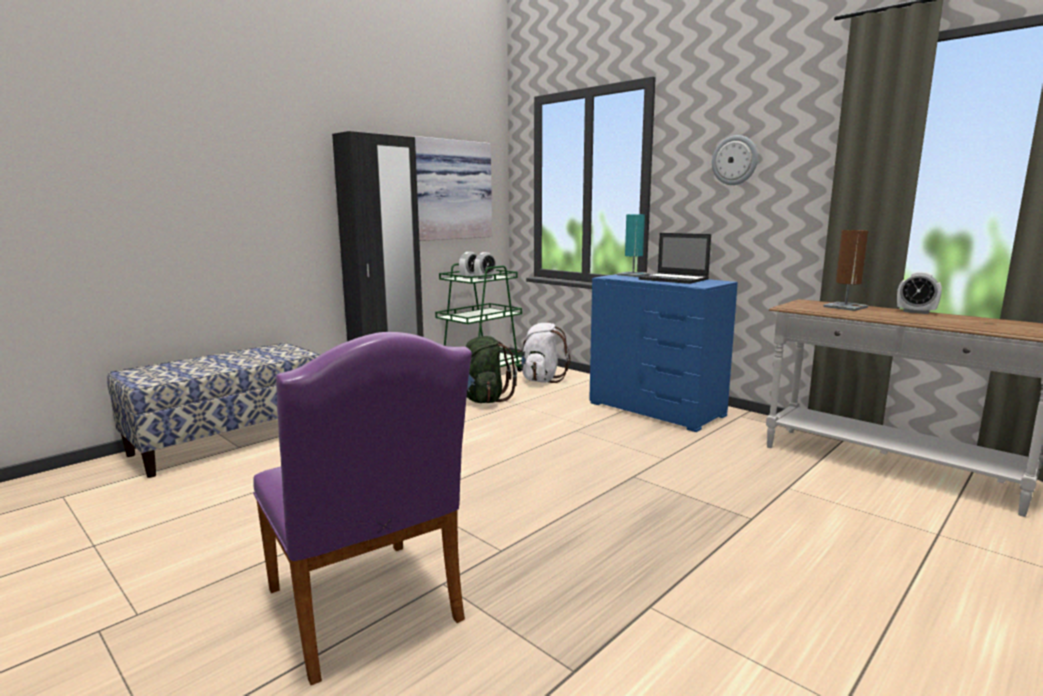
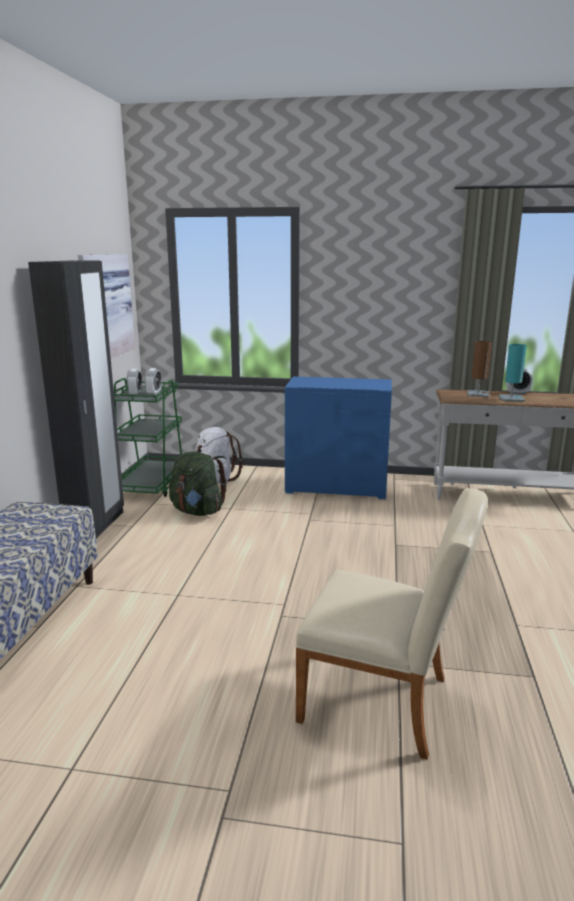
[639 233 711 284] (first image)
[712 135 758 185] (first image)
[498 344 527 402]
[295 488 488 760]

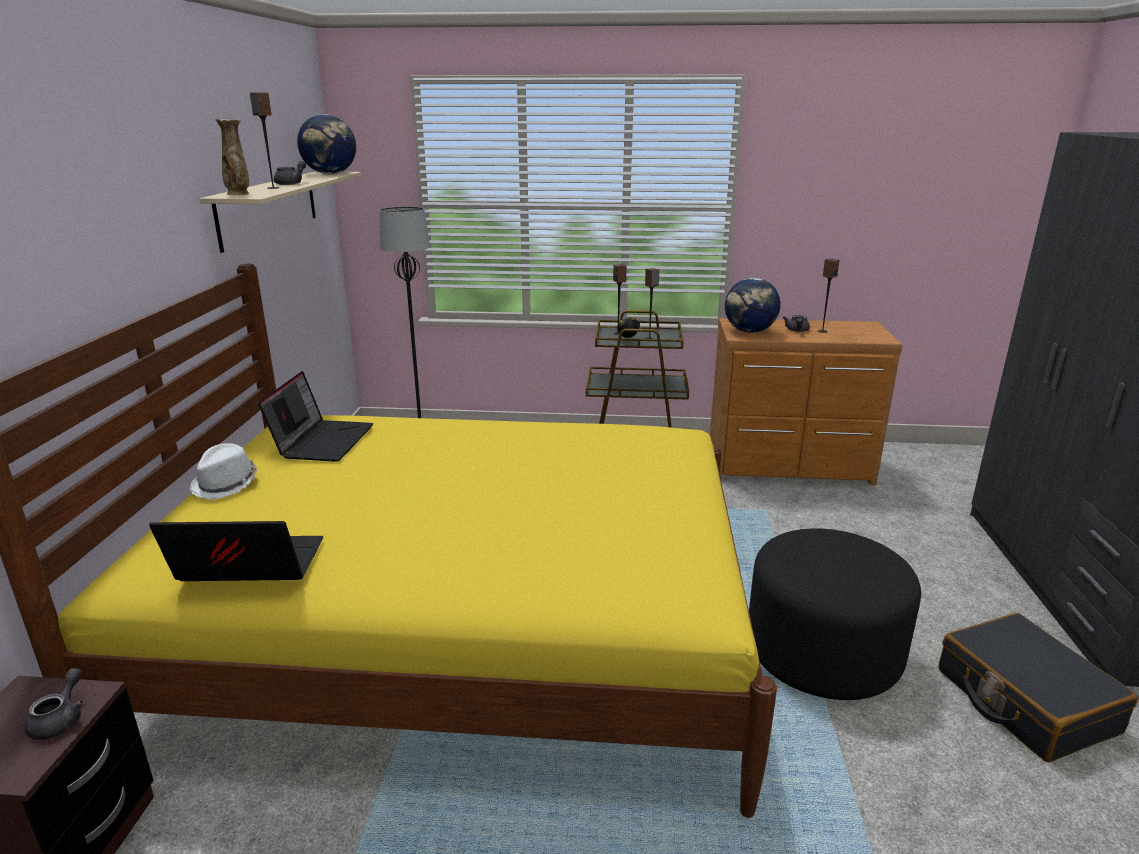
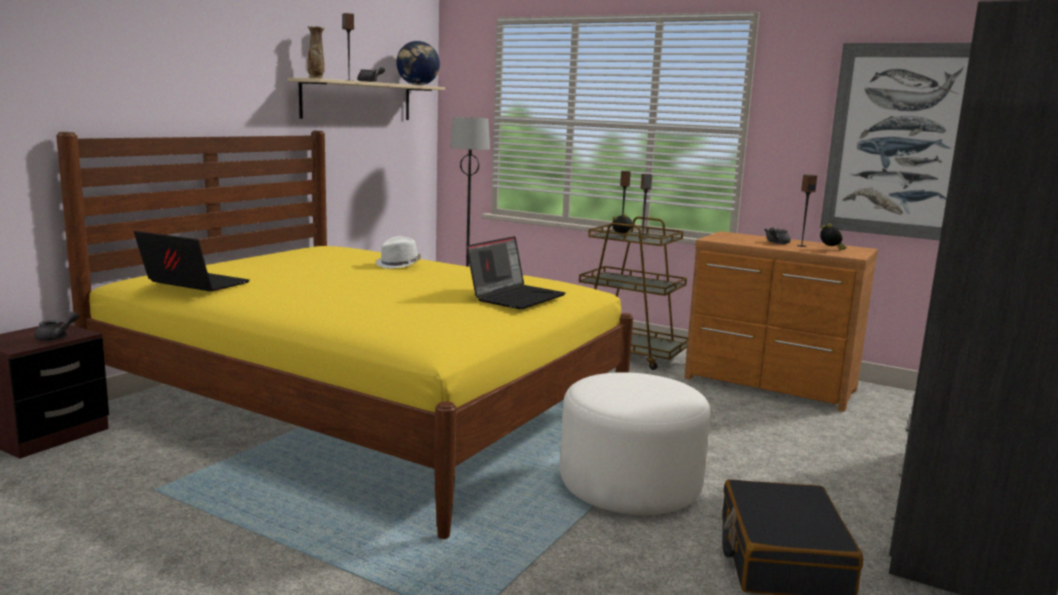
[725 278 781 333] (first image)
[820 43 971 241]
[820 223 847 250]
[376 236 421 269]
[466 236 565 310]
[560 372 711 515]

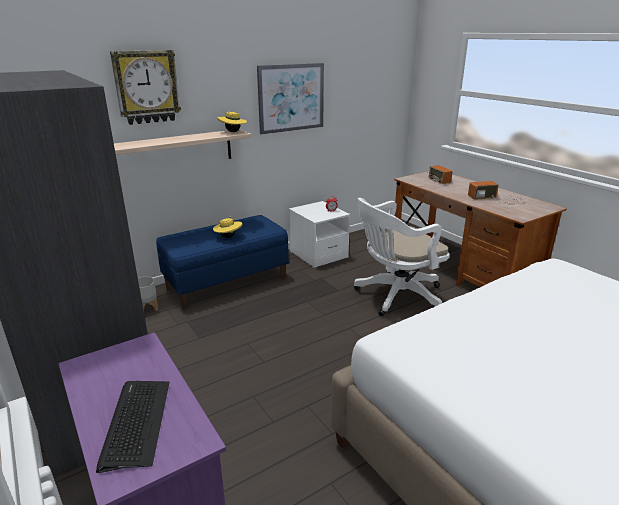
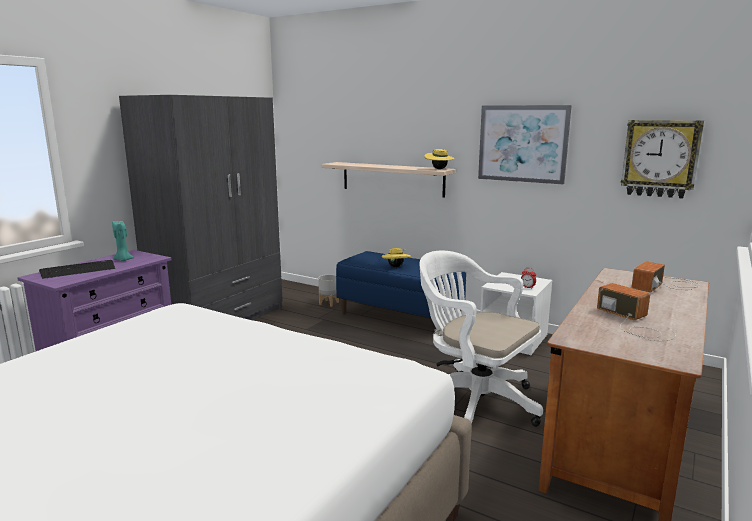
[112 221 134 261]
[621 120 704 199]

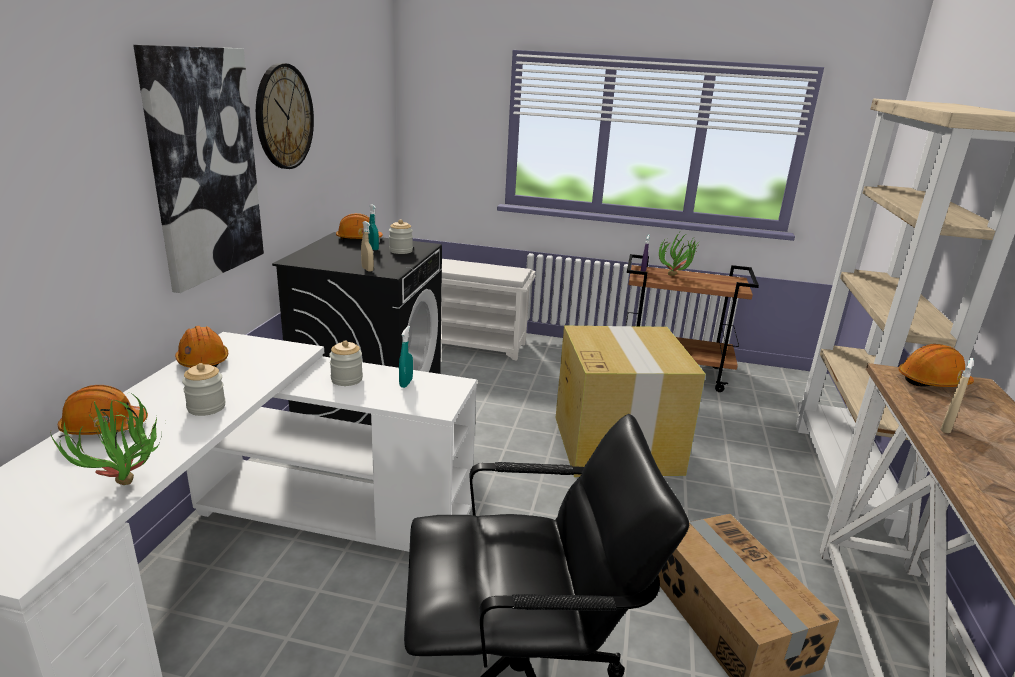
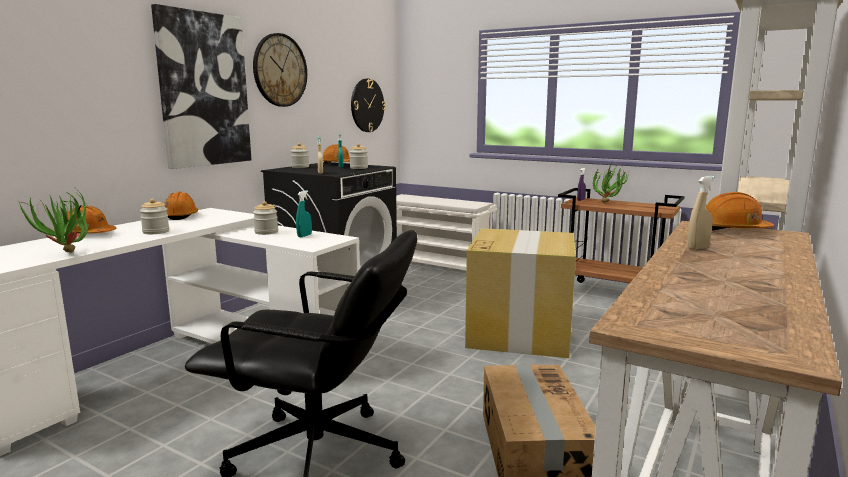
[291 143 309 168]
[351 79 386 132]

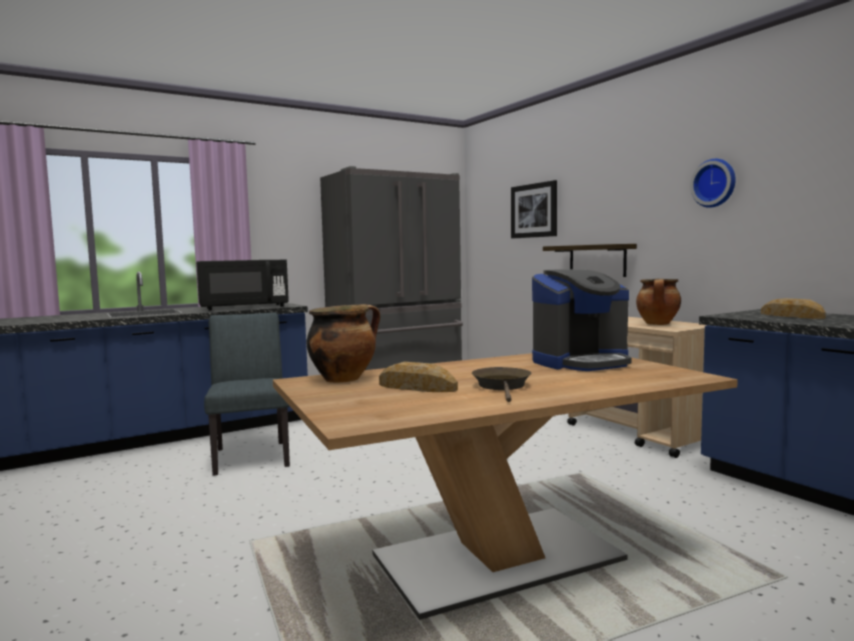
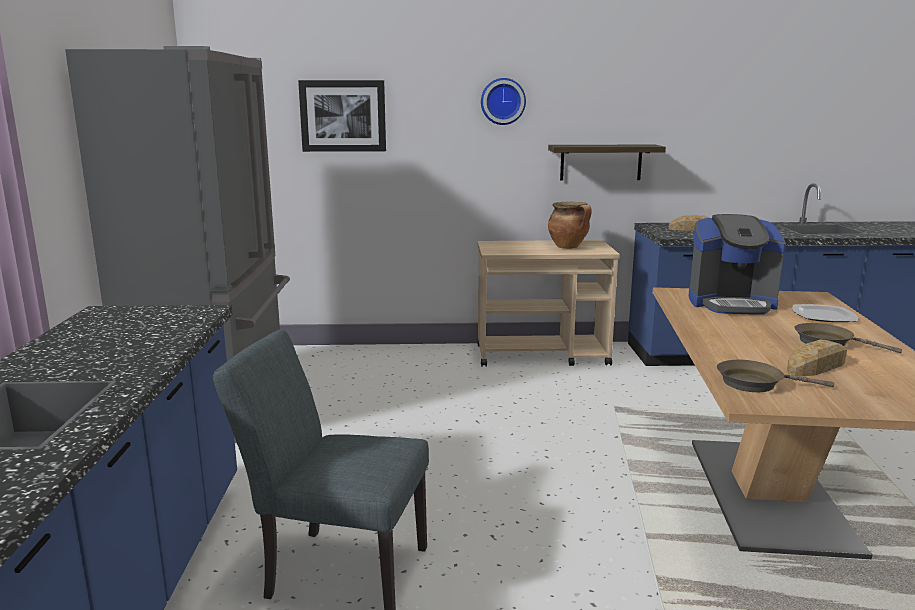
[196 259 289 310] (first image)
[792 304 858 322]
[548 145 666 180]
[481 78 526 125]
[717 360 834 392]
[689 214 786 315]

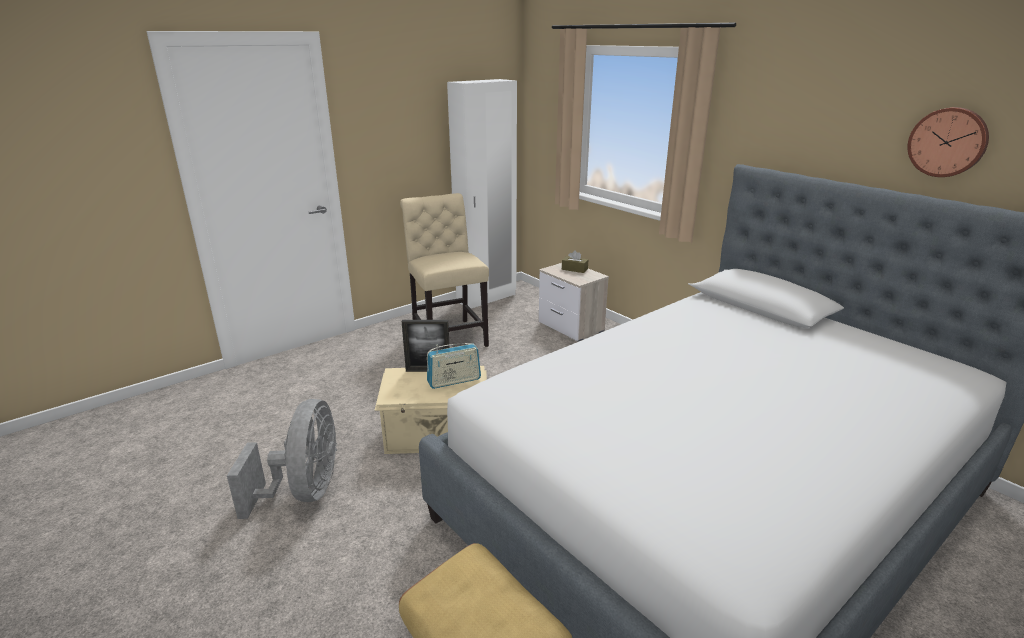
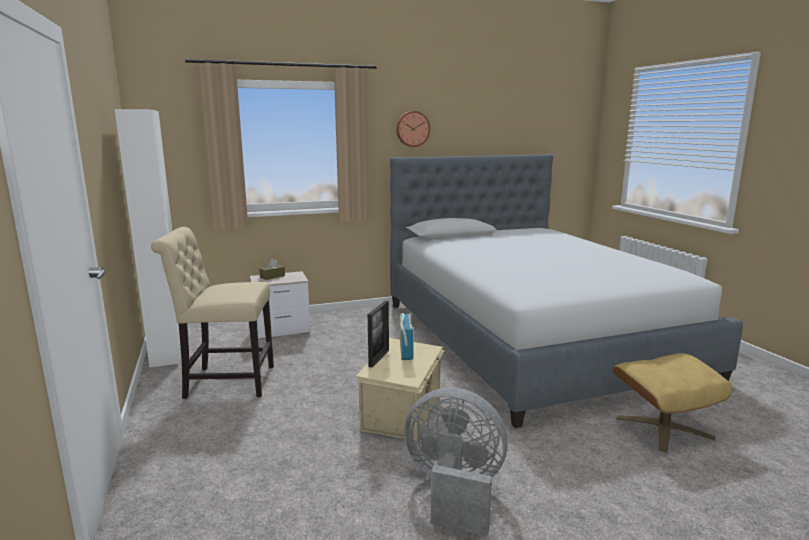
[396 111 430 147]

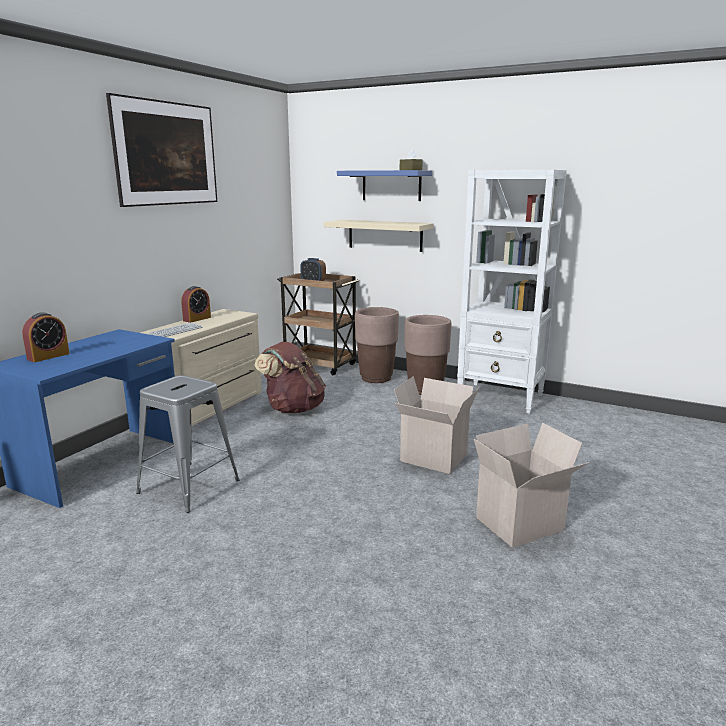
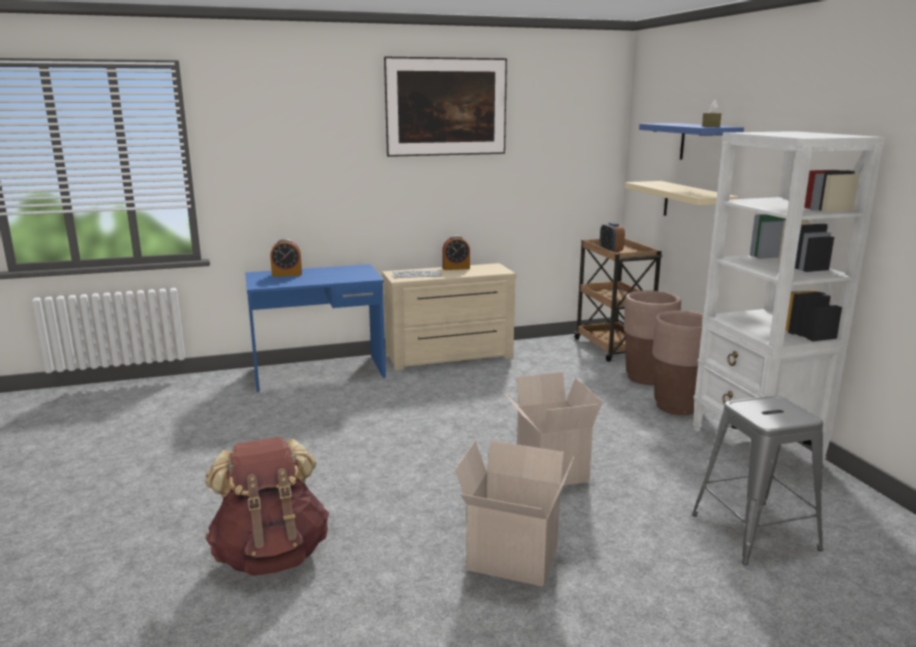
[692 396 823 565]
[205 437 329 576]

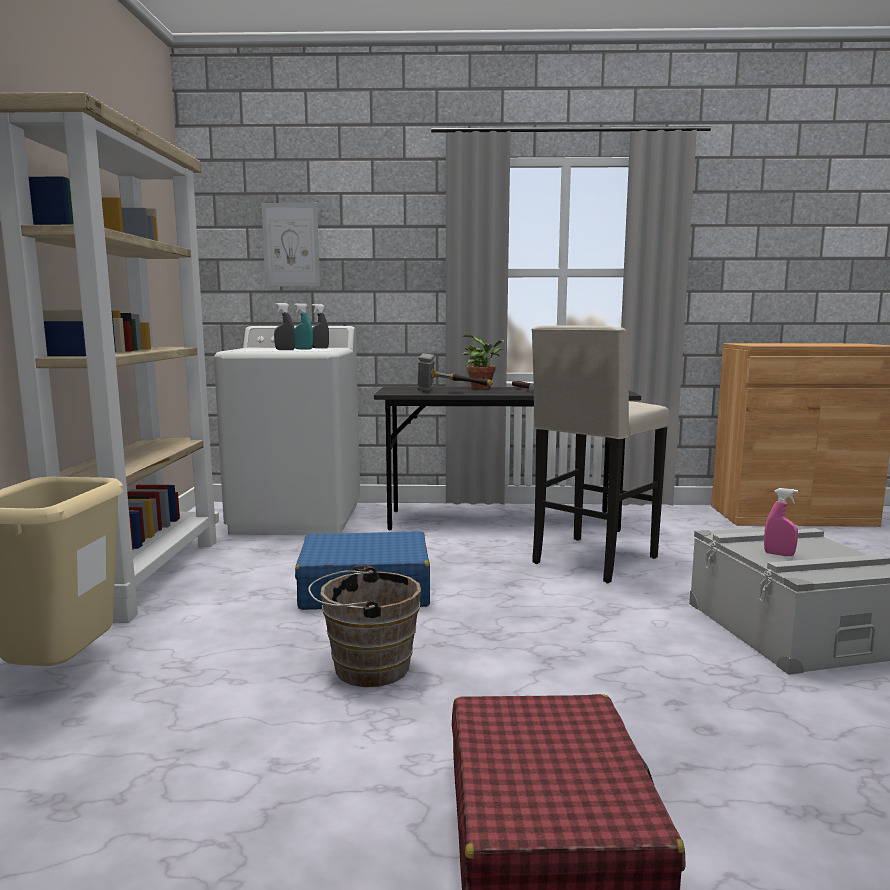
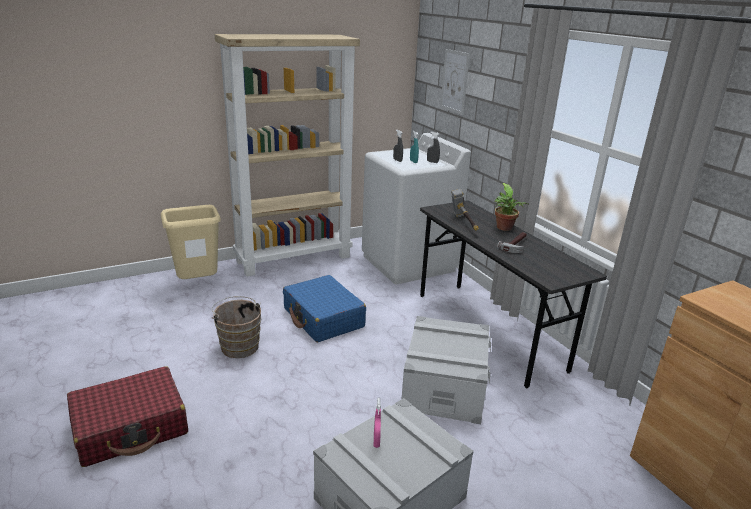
[402 316 491 424]

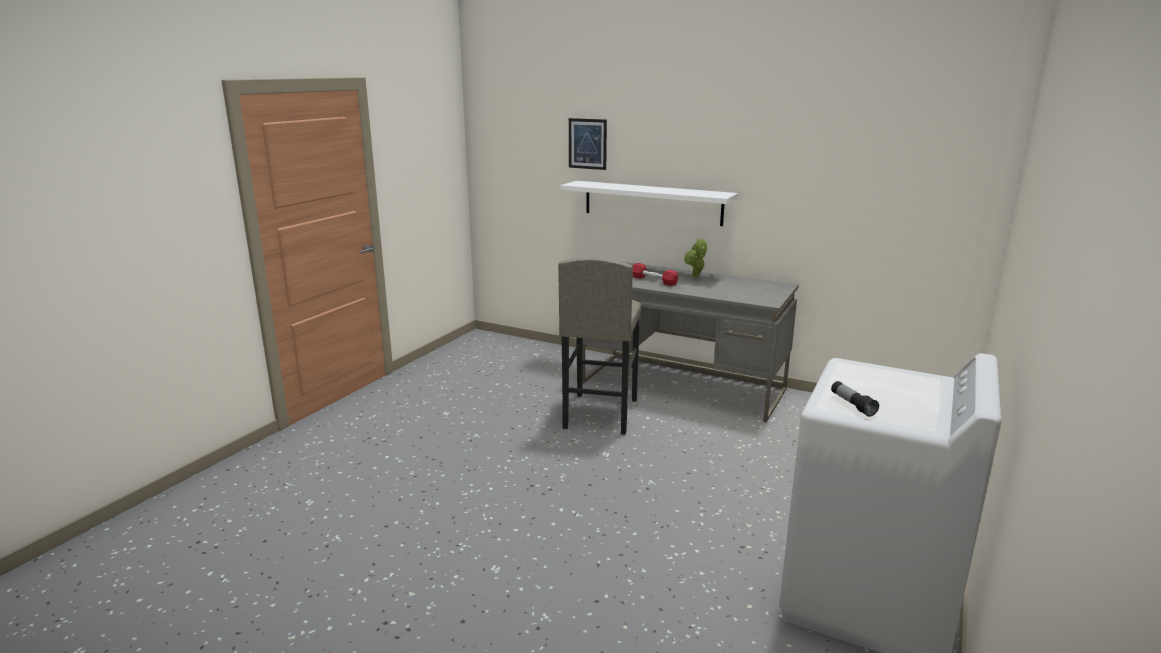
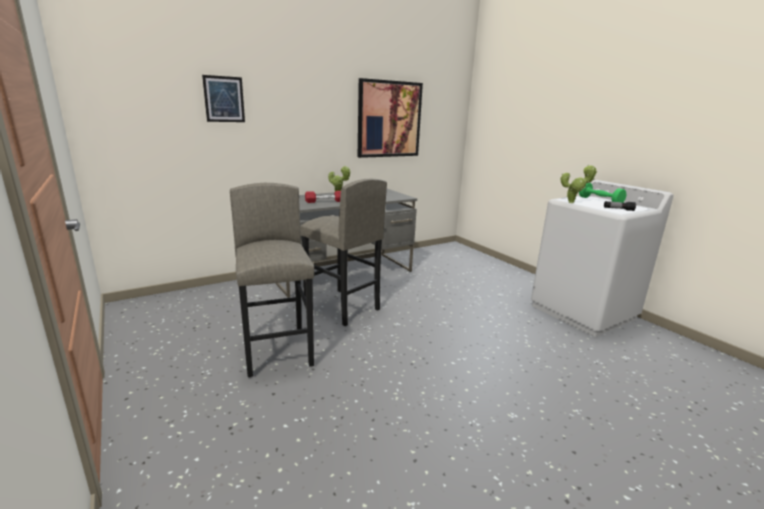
[560 181 738 226] (first image)
[230 183 314 377]
[358 78 423 158]
[561 165 597 203]
[579 183 626 203]

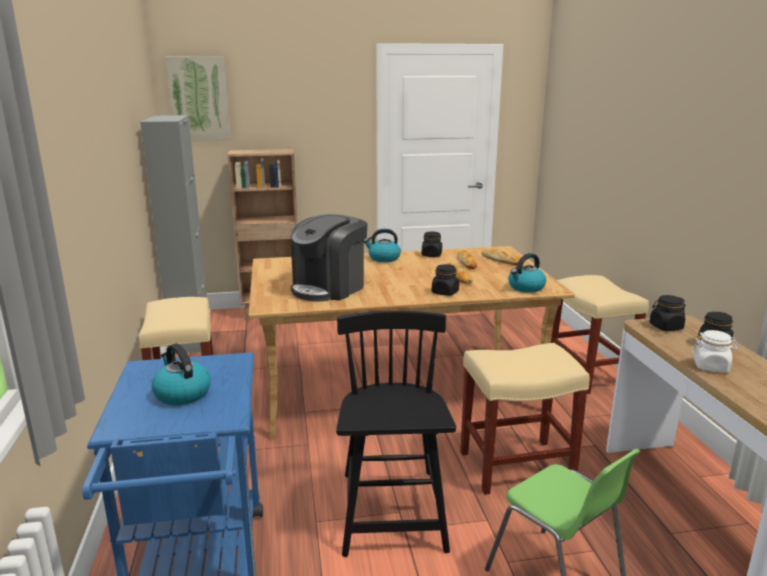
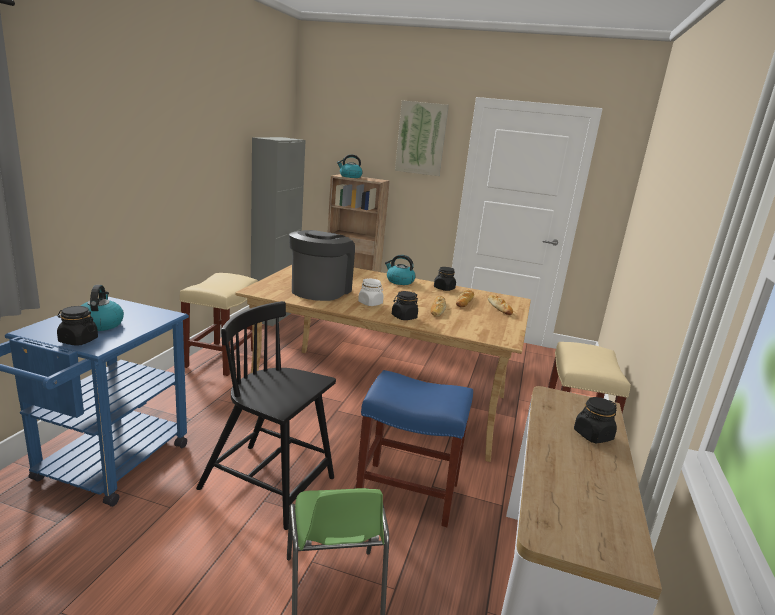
[395 100 449 176]
[337 154 363 178]
[57 306 98 346]
[358 278 384 306]
[356 370 473 527]
[289 230 355 301]
[196 301 336 530]

